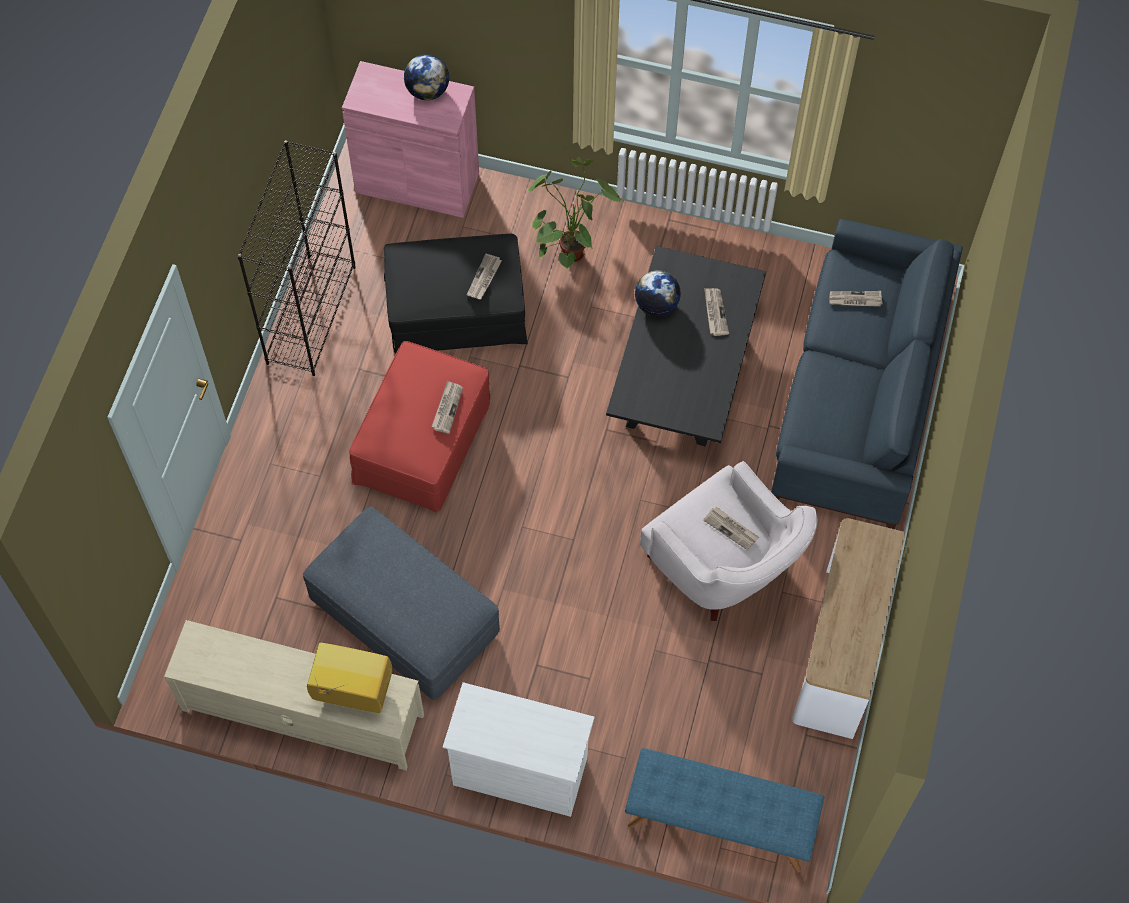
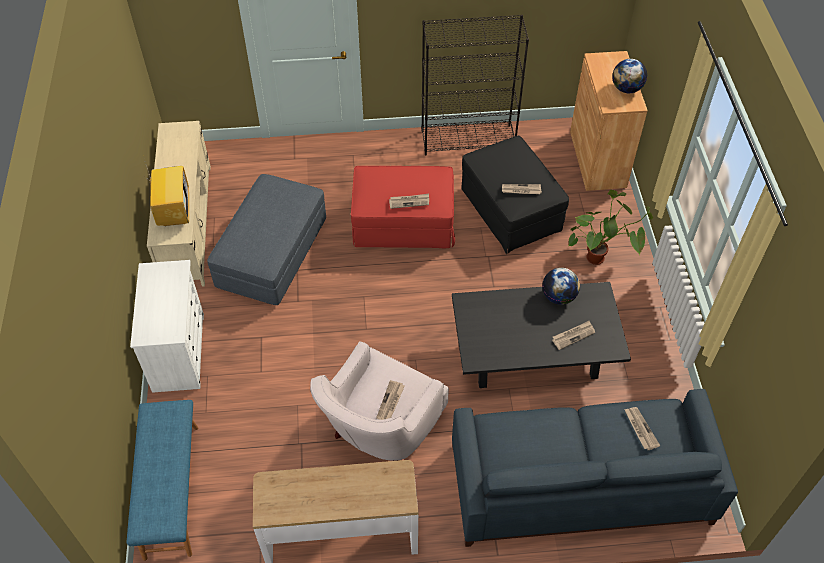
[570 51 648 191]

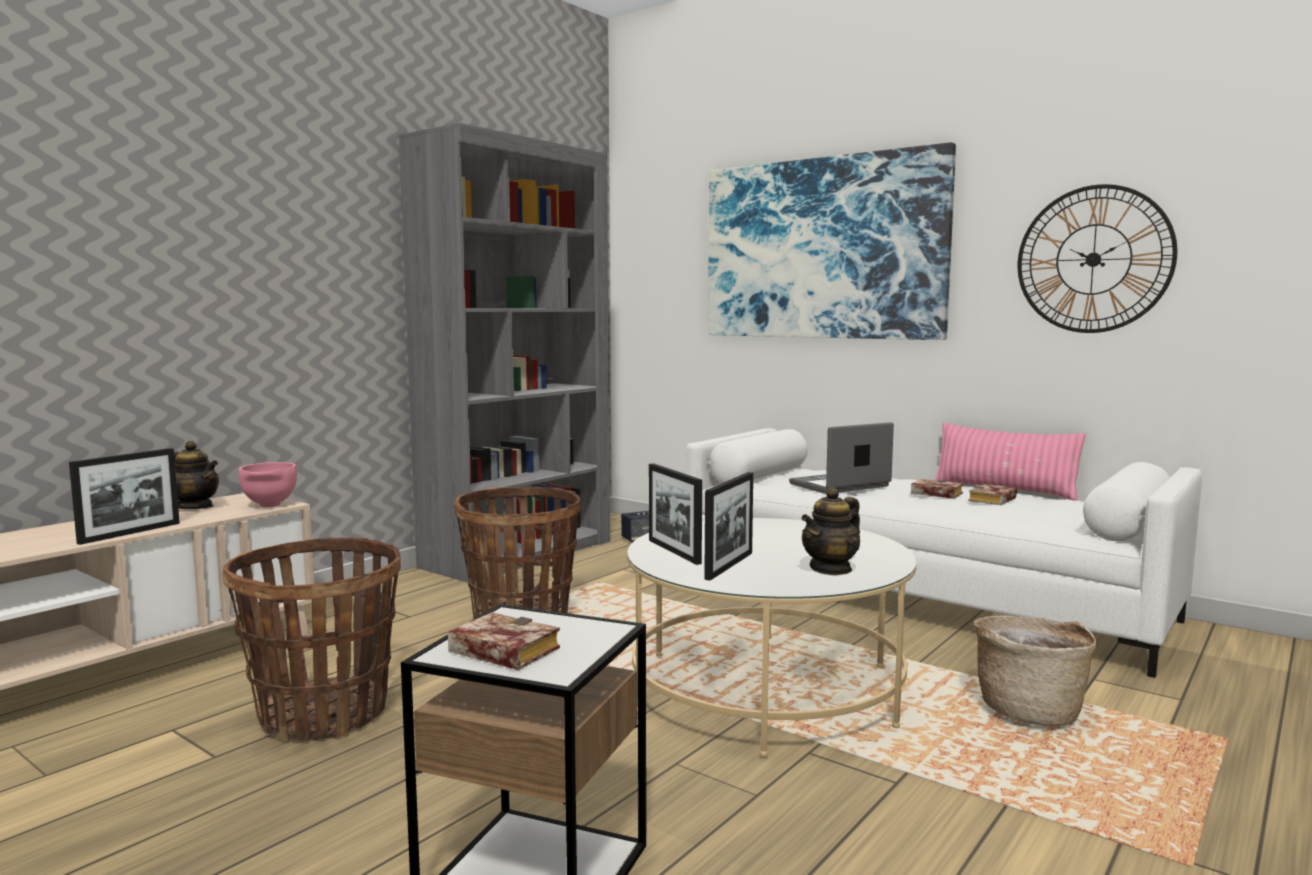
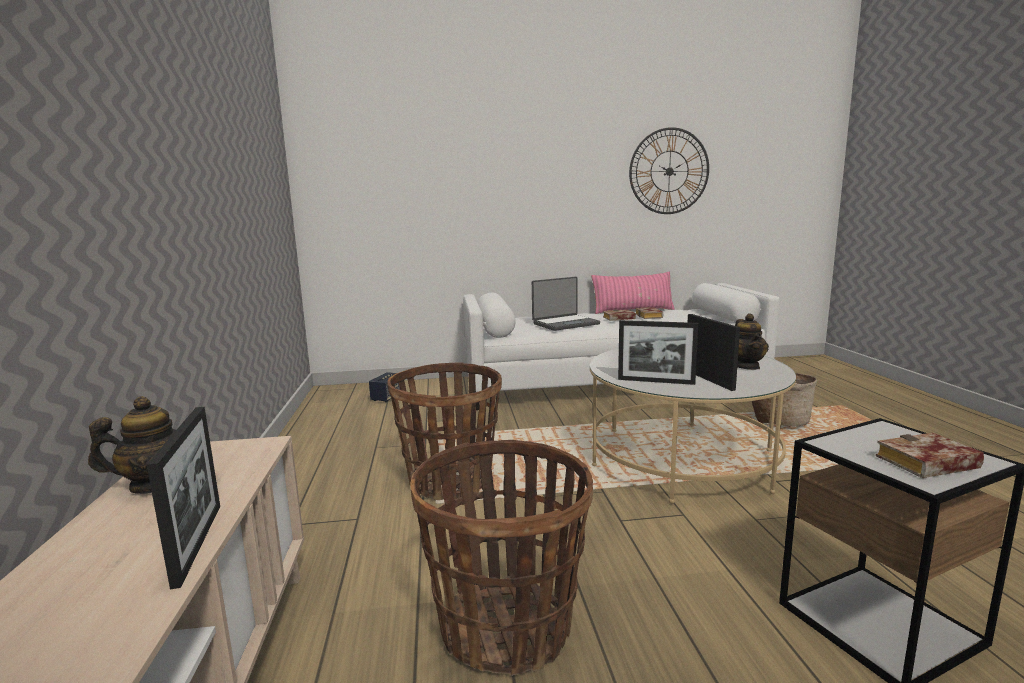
[239 462 297 507] (first image)
[399 123 610 583] (first image)
[708 142 956 340] (first image)
[532 277 600 331]

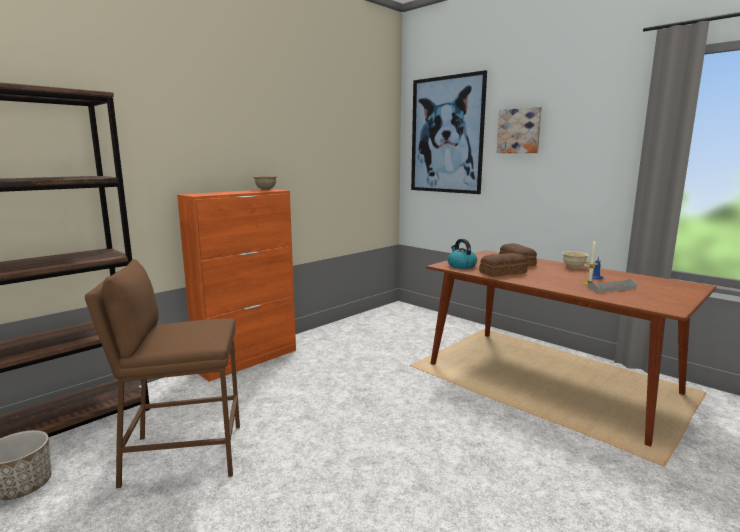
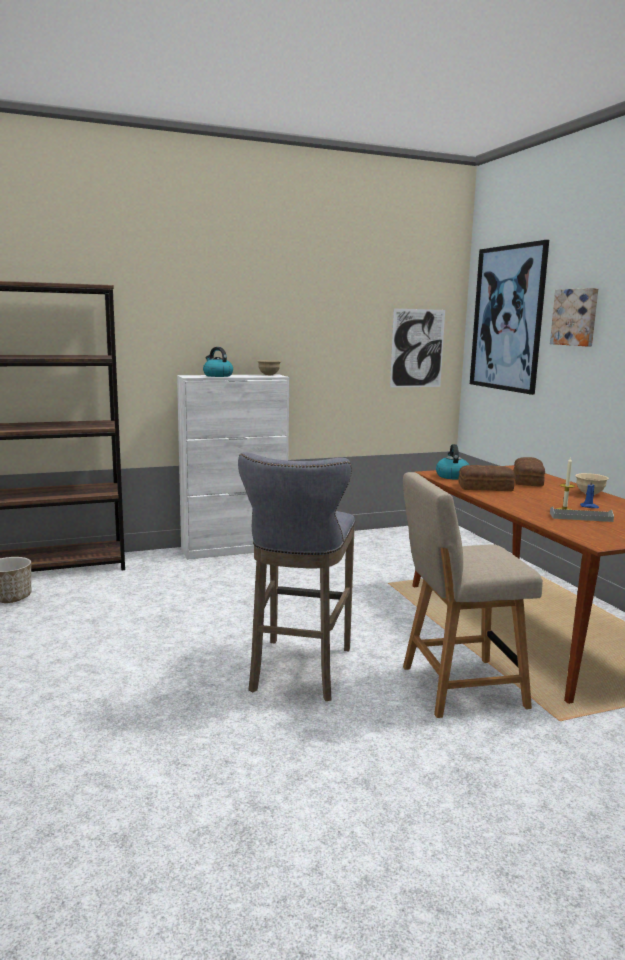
[85 259 240 488] (first image)
[203 347 233 377]
[238 452 355 701]
[390 309 445 388]
[403 472 543 718]
[177 375 289 560]

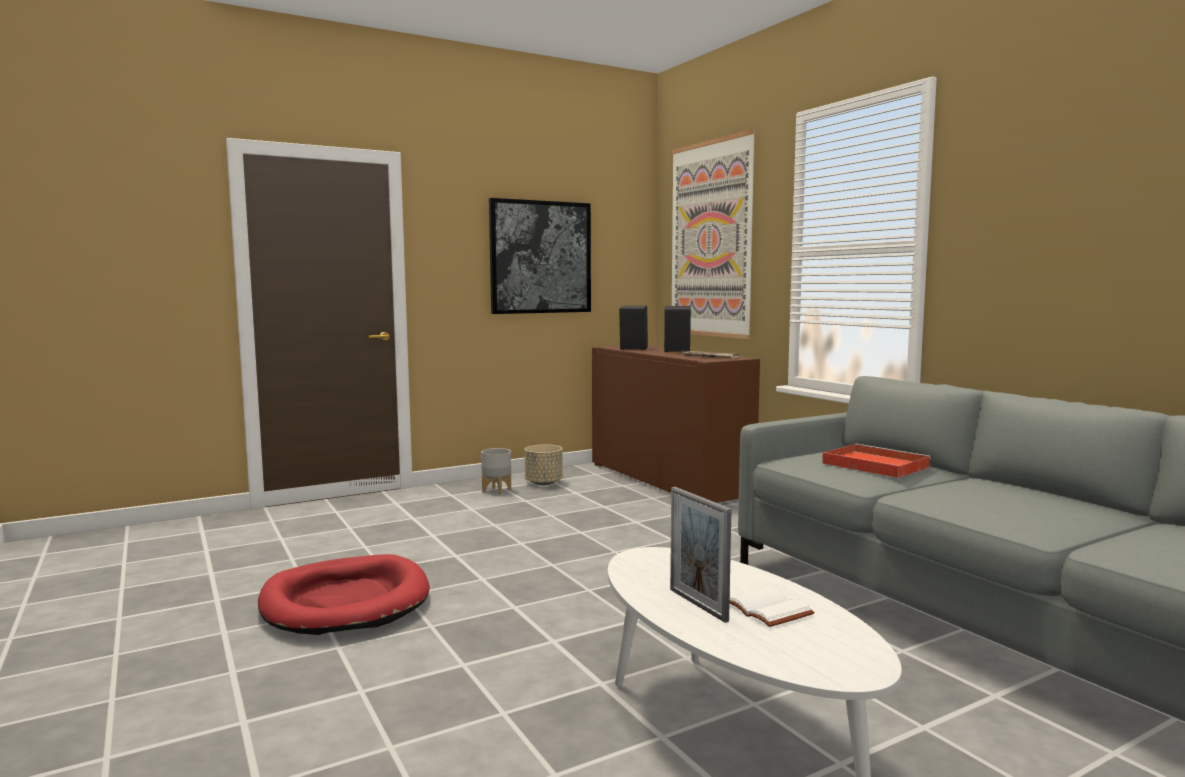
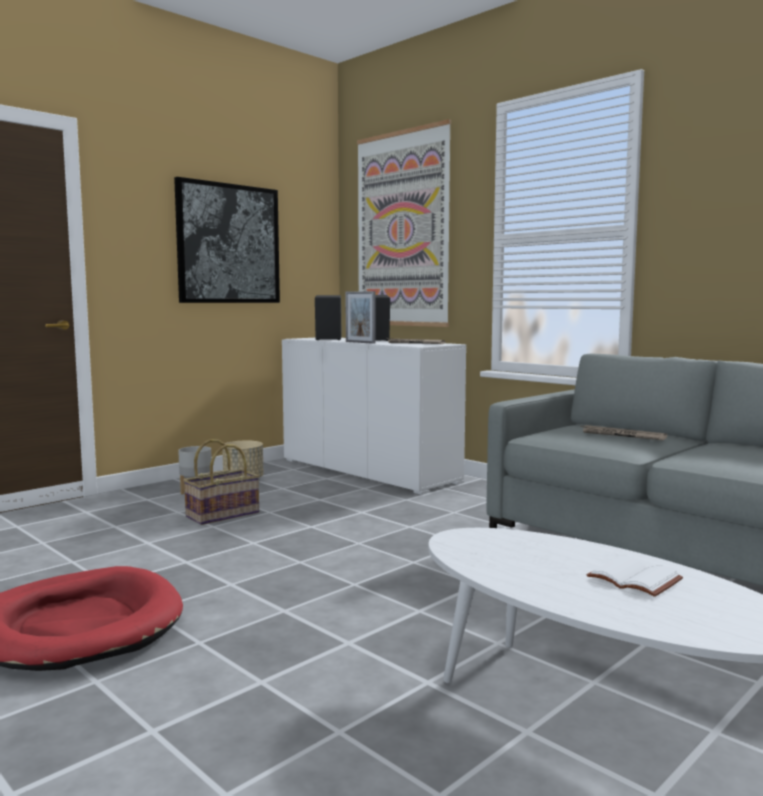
[183 439 260 525]
[345 291 375 344]
[580 425 667 440]
[282 338 466 495]

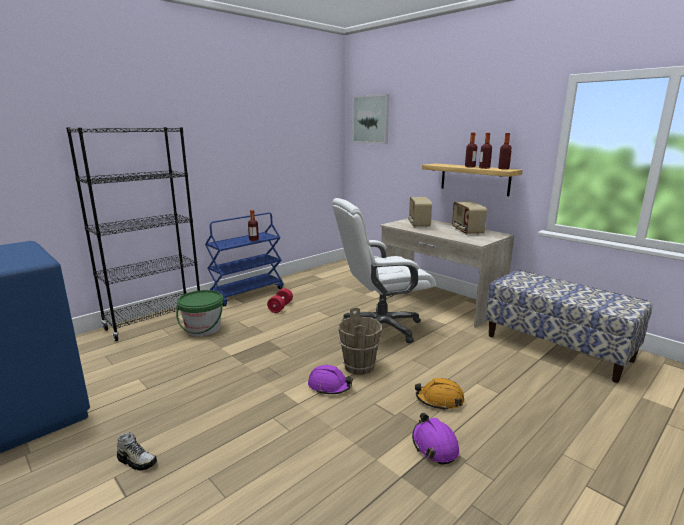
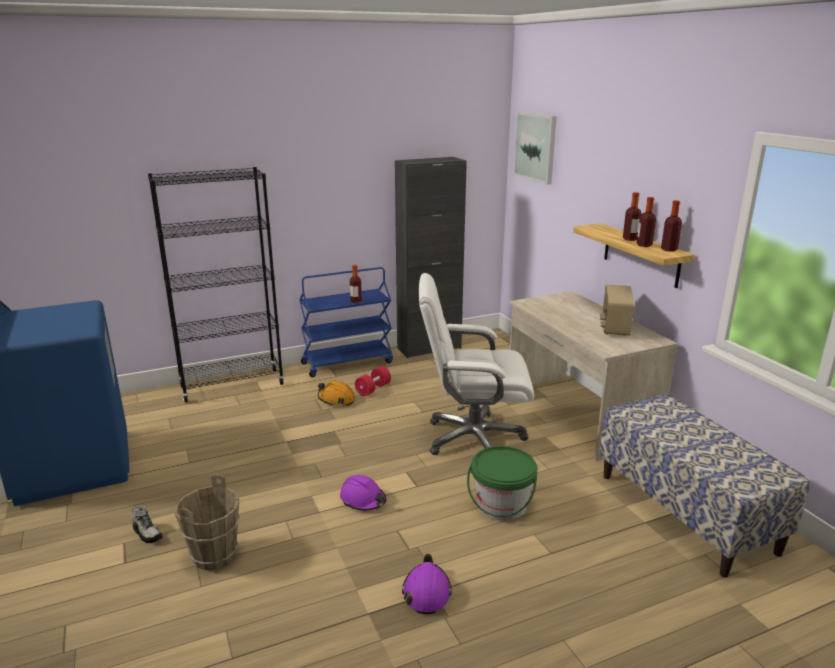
[408 197 432 228] (first image)
[395 157 467 358]
[467 446 537 521]
[175 474 240 570]
[318 380 355 406]

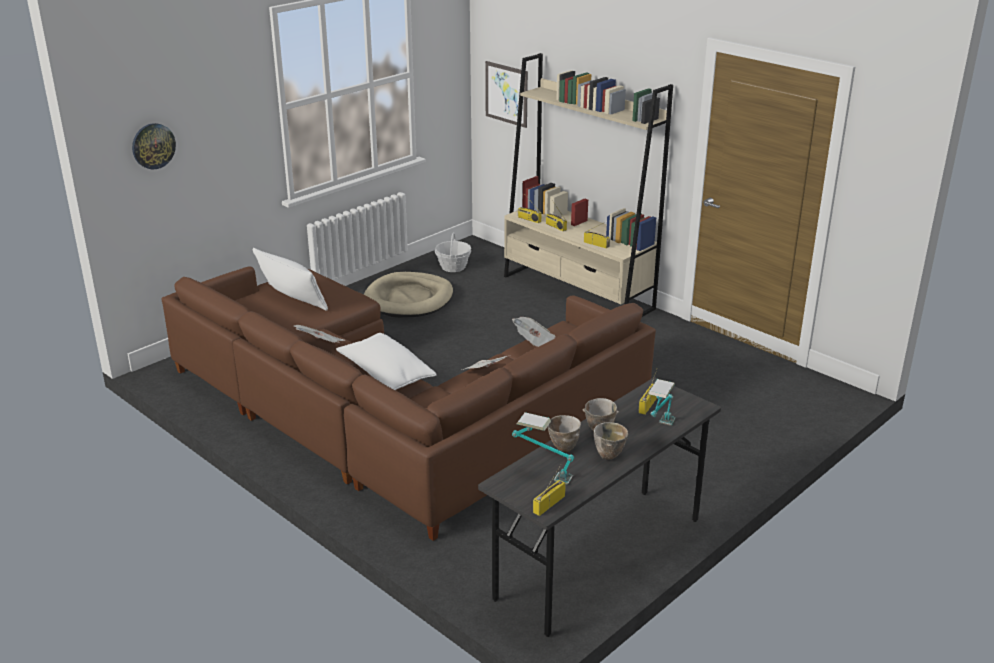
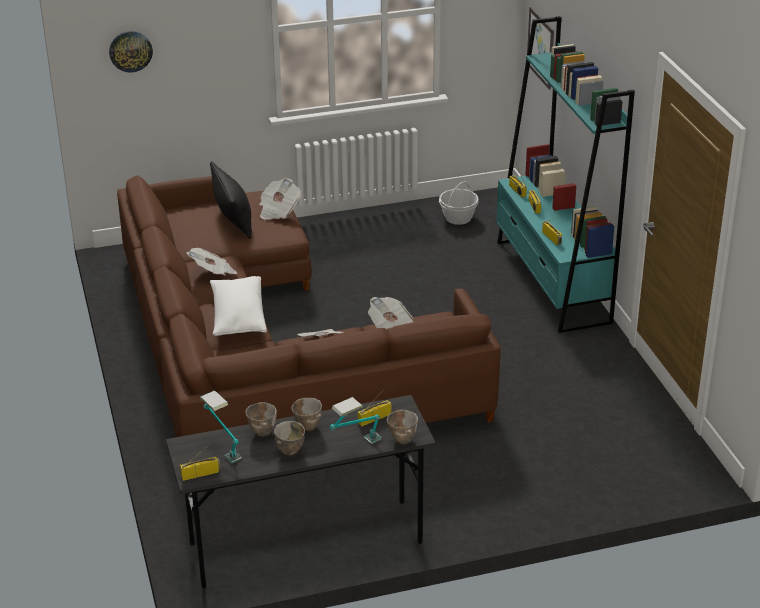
[364 272 453 318] (first image)
[259 178 301 220]
[387 410 418 444]
[210 161 252 239]
[496 16 635 333]

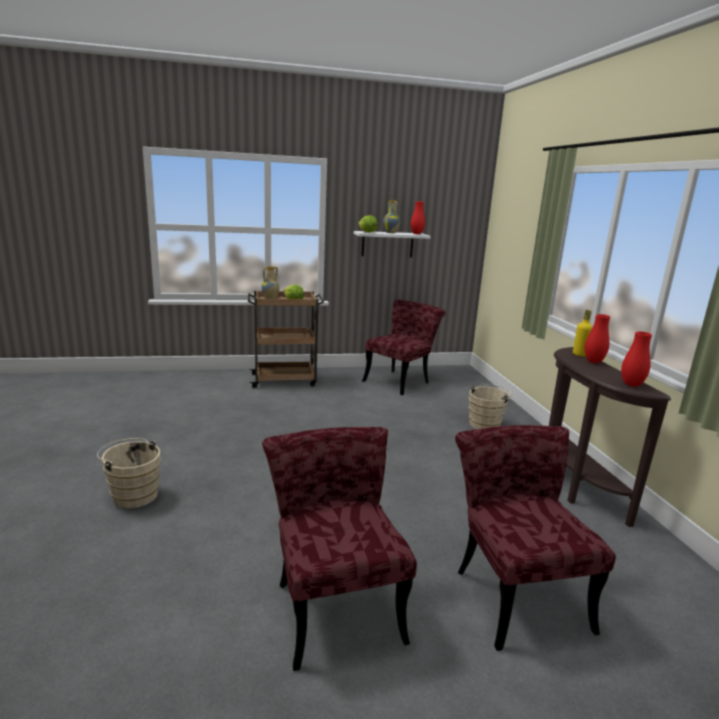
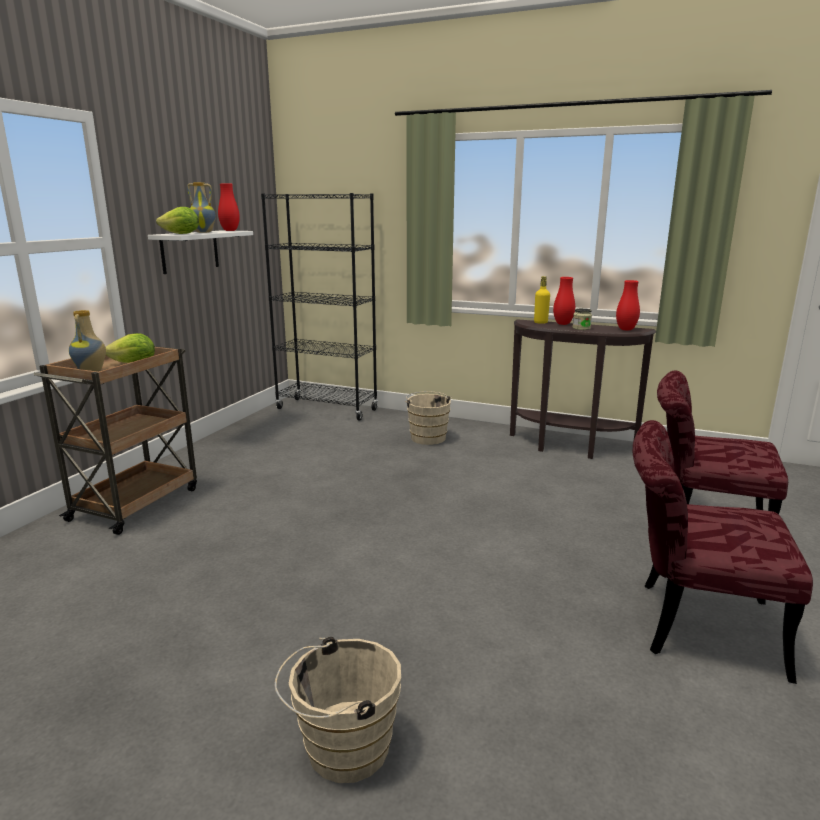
[362 299 446 395] (first image)
[261 193 378 421]
[572 308 592 330]

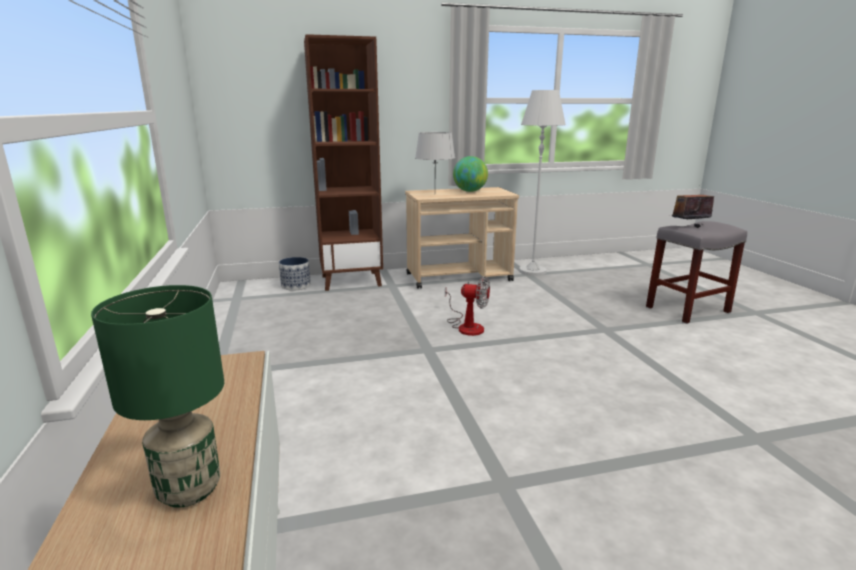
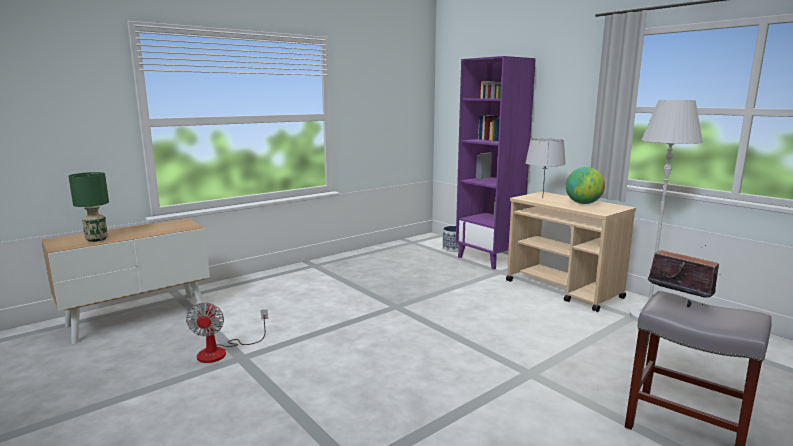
[186 303 268 363]
[456 56 536 269]

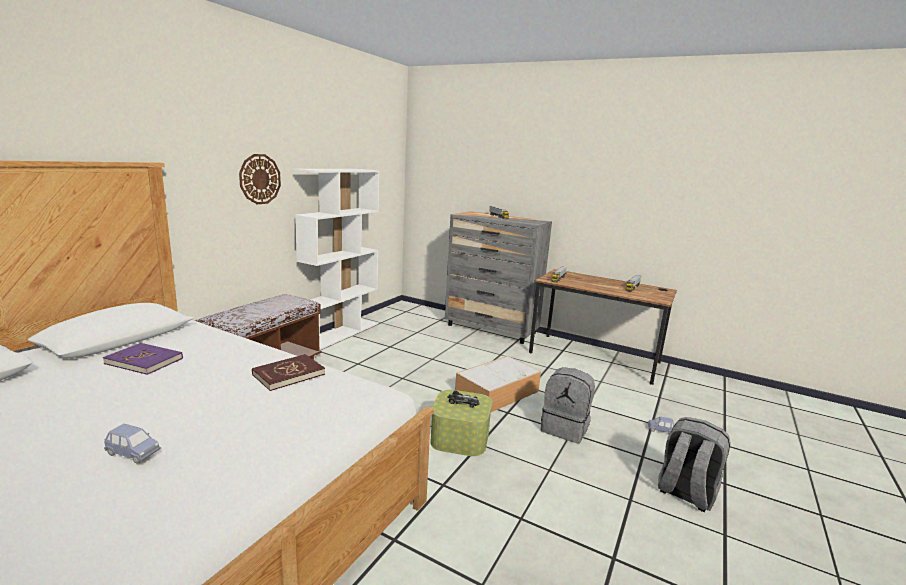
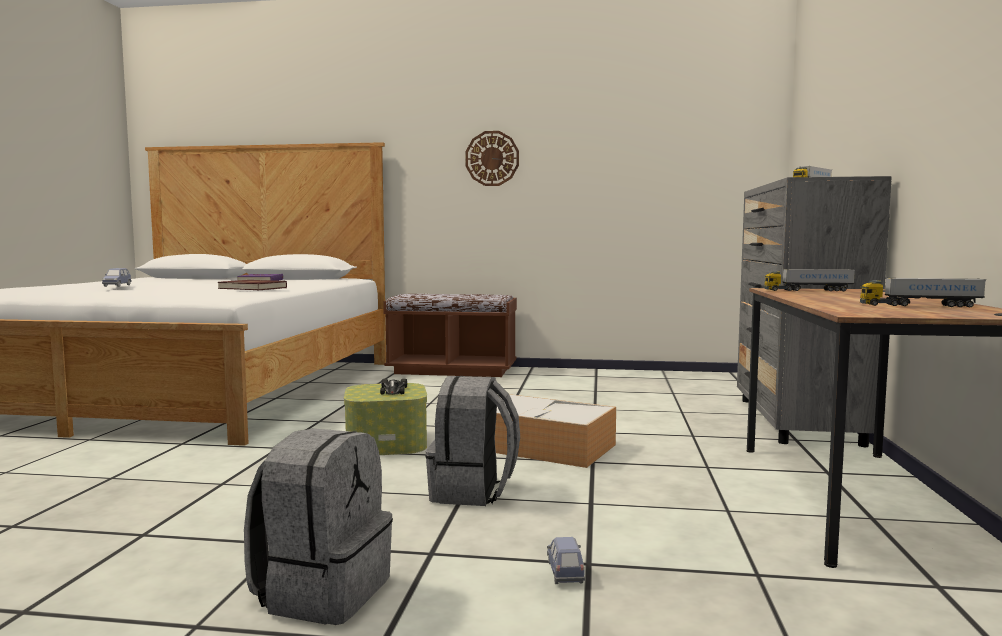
[293 169 379 350] (first image)

